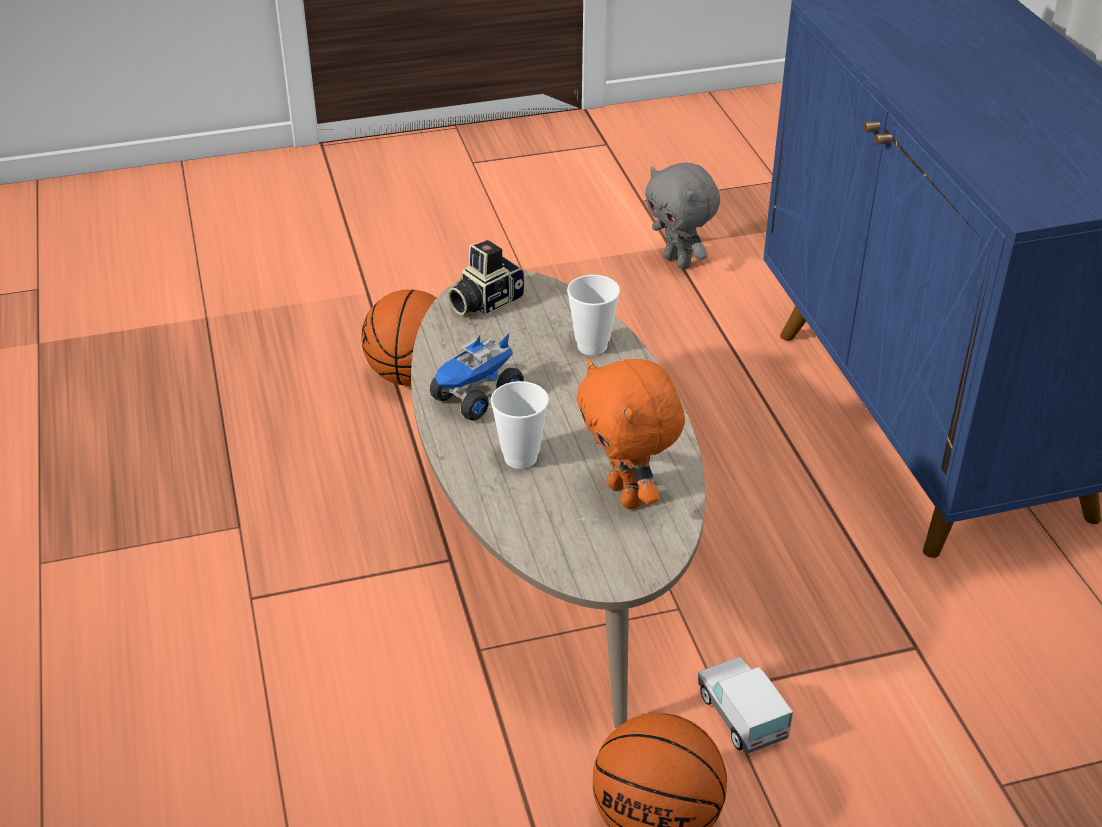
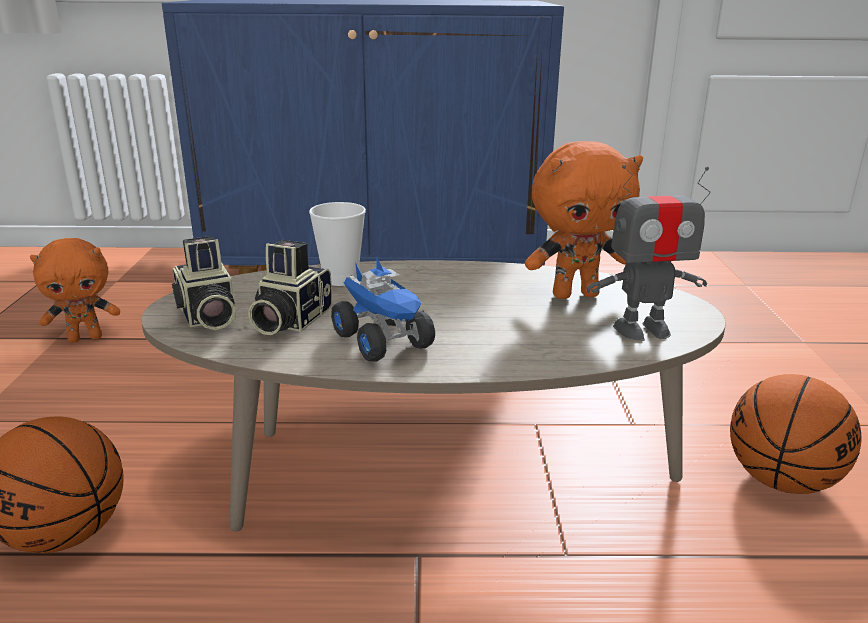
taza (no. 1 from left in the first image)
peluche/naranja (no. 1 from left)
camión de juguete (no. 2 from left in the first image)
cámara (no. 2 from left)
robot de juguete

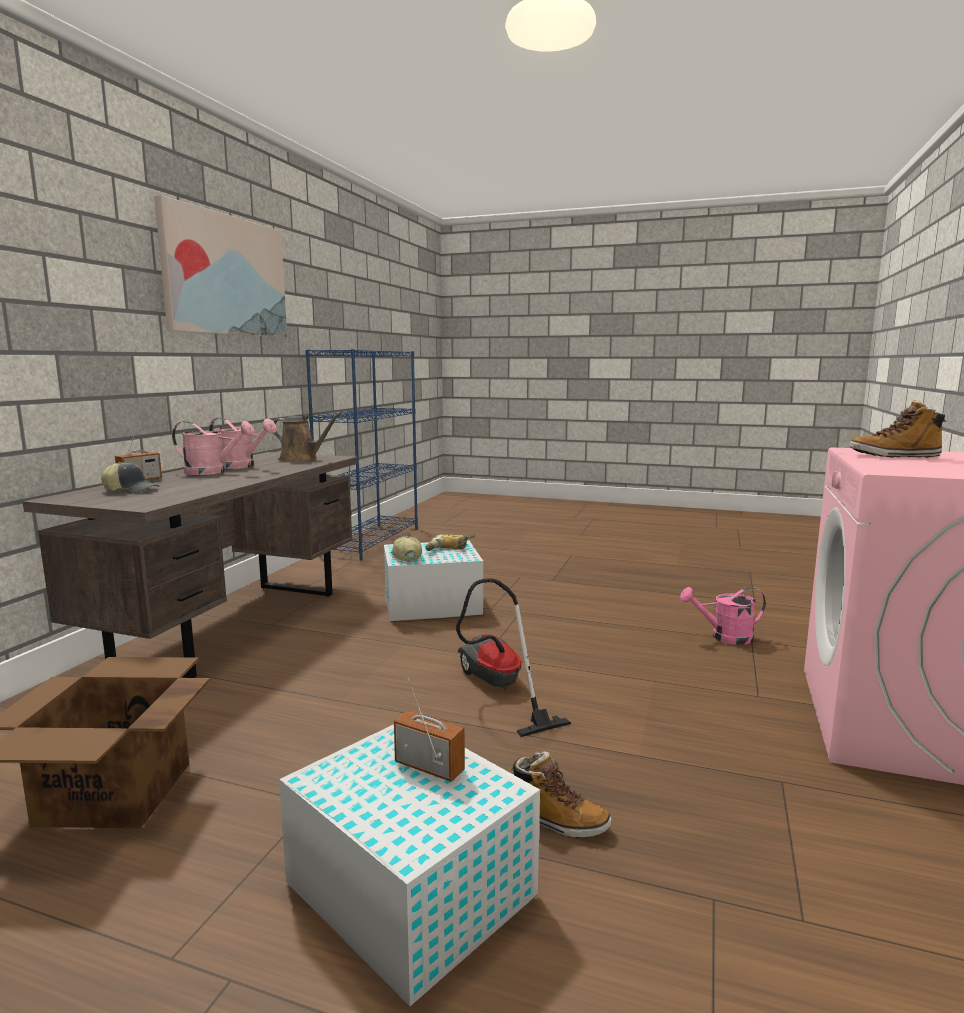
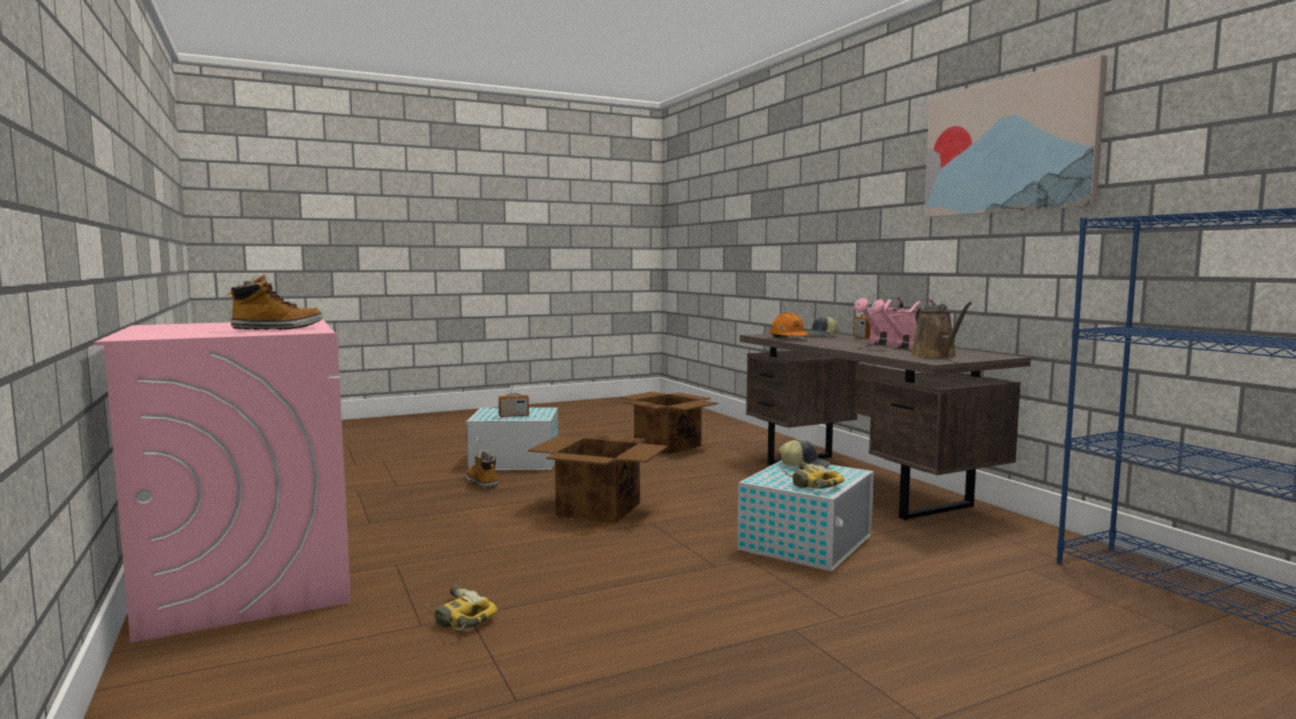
regadera/marrón
caja de cartón (no. 1 from left)
bota (no. 2 from left)
taladro (no. 1 from left)
casco/naranja

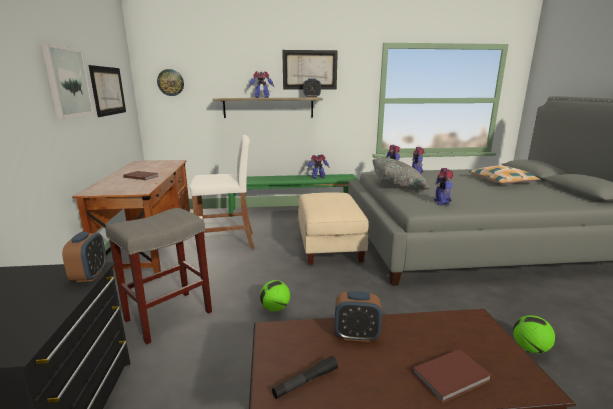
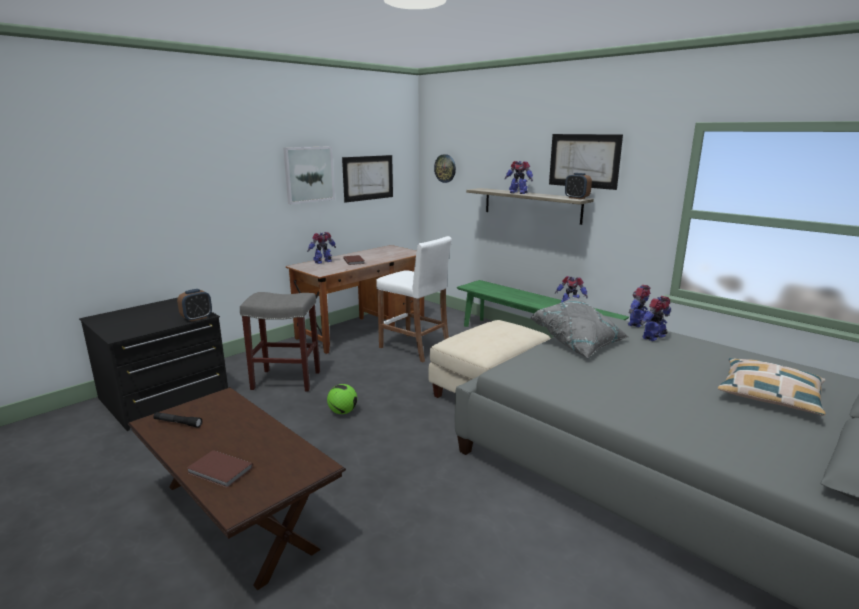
despertador (no. 3 from left in the first image)
robot de juguete (no. 1 from left)
balón de fútbol (no. 2 from left in the first image)

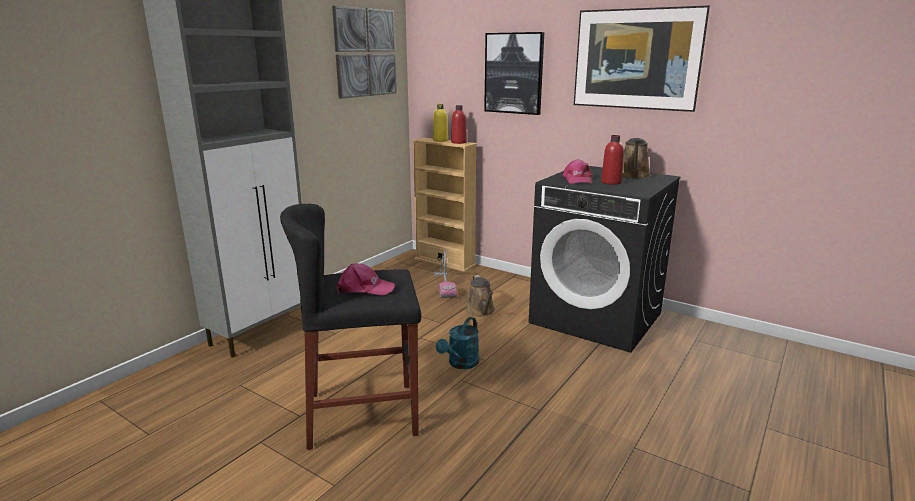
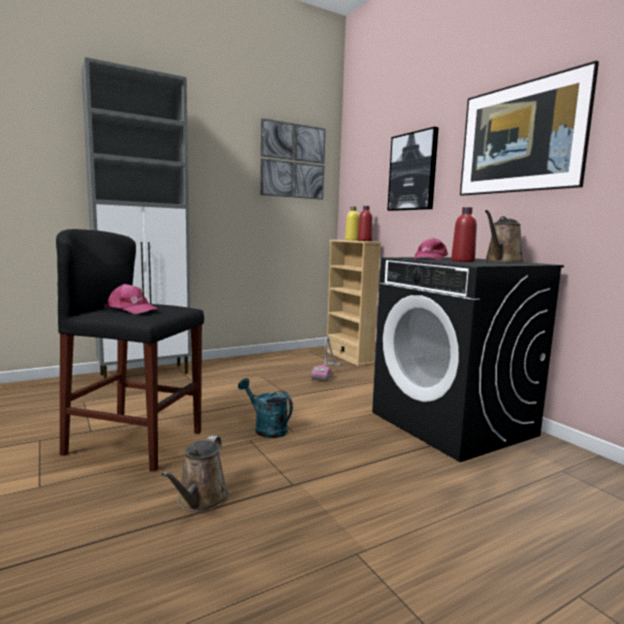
regadera/turquesa
regadera/marrón (no. 1 from left)

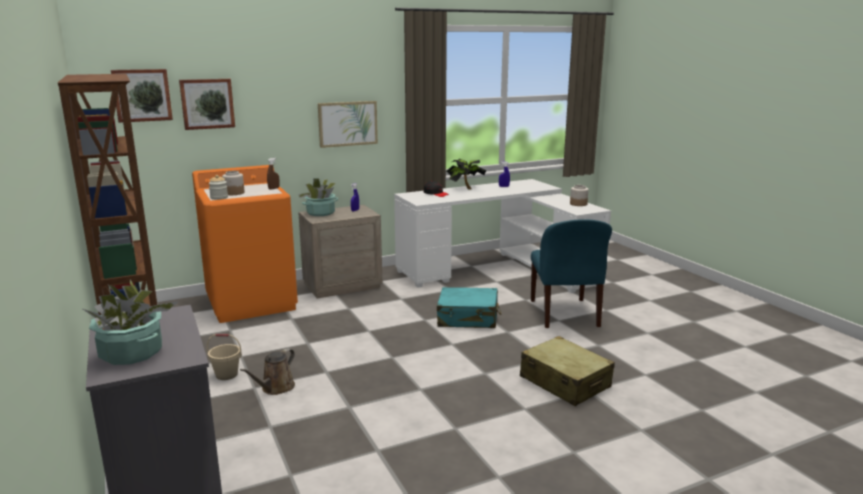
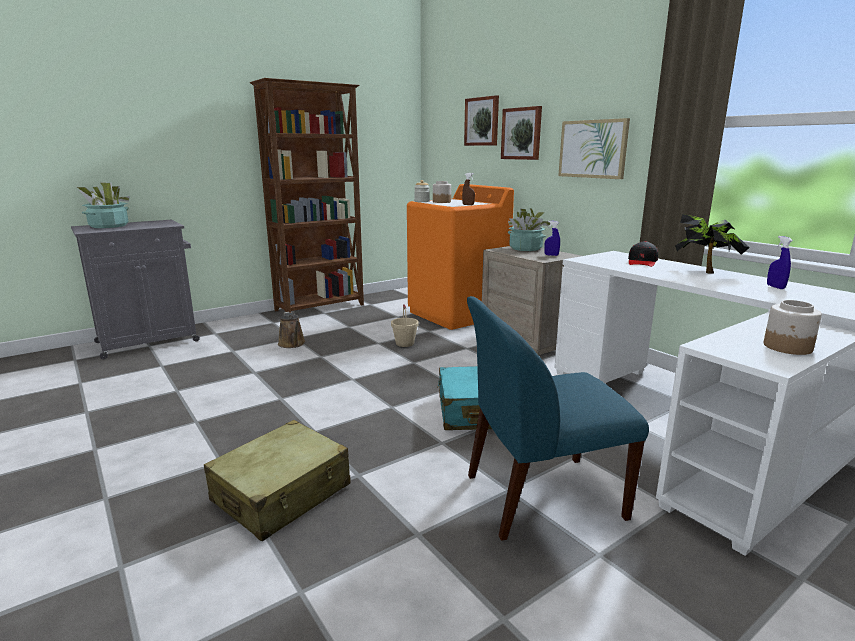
cuadro (no. 2 from left)
cubo/beis
regadera/marrón

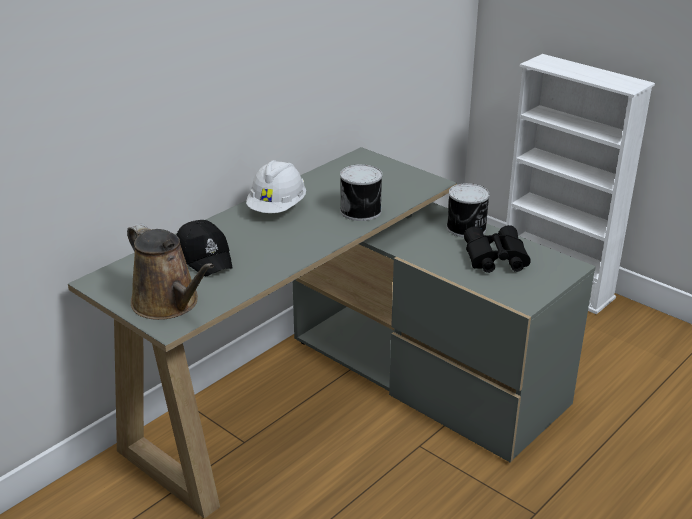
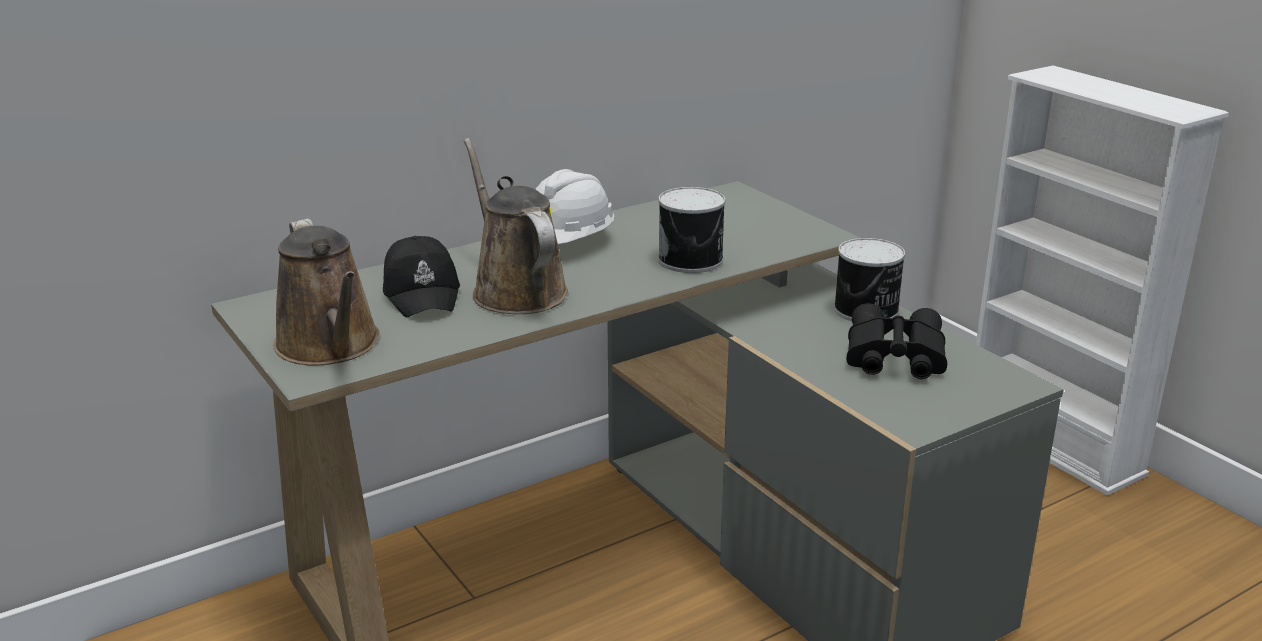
regadera/marrón (no. 2 from left)

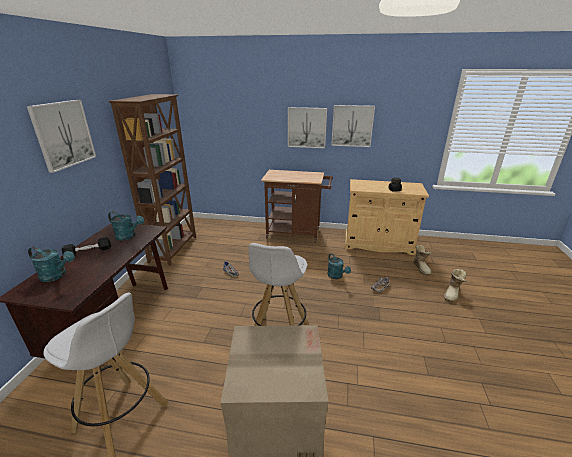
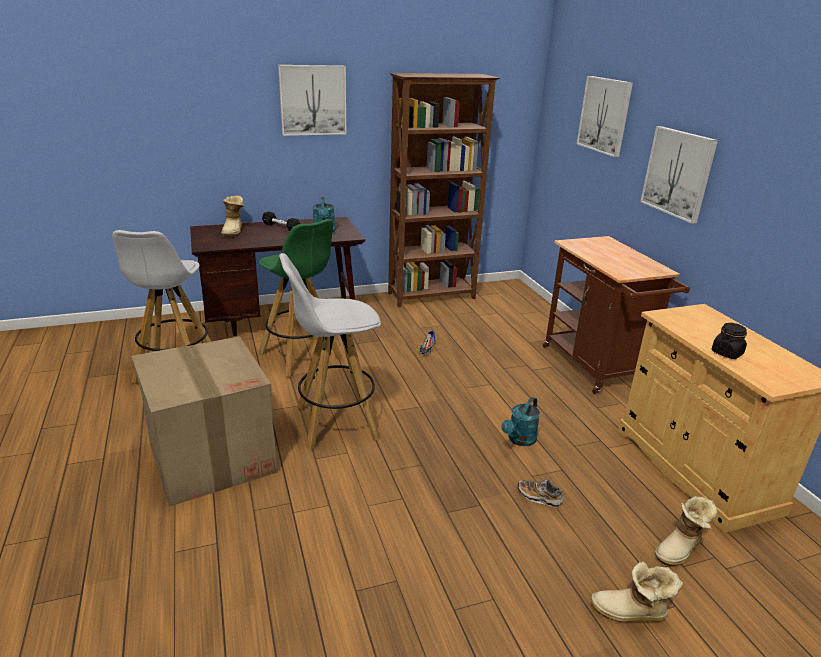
bota (no. 1 from left)
cuadro (no. 2 from left)
taburete/verde

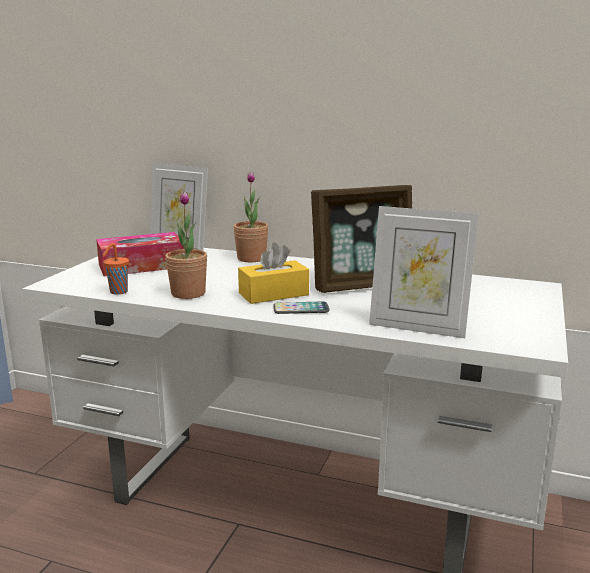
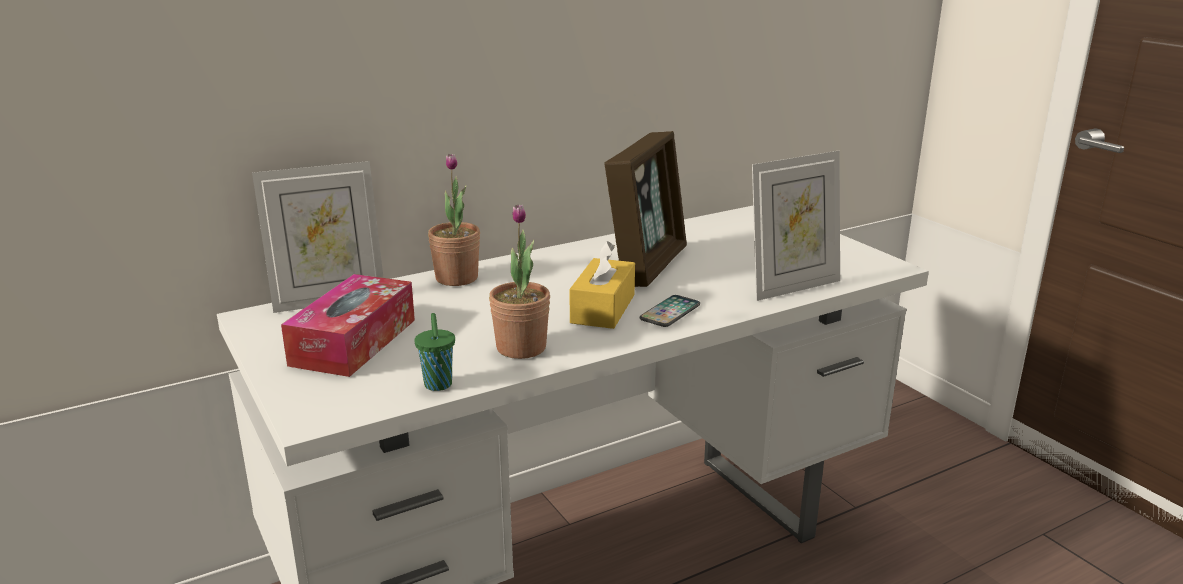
taza/verde

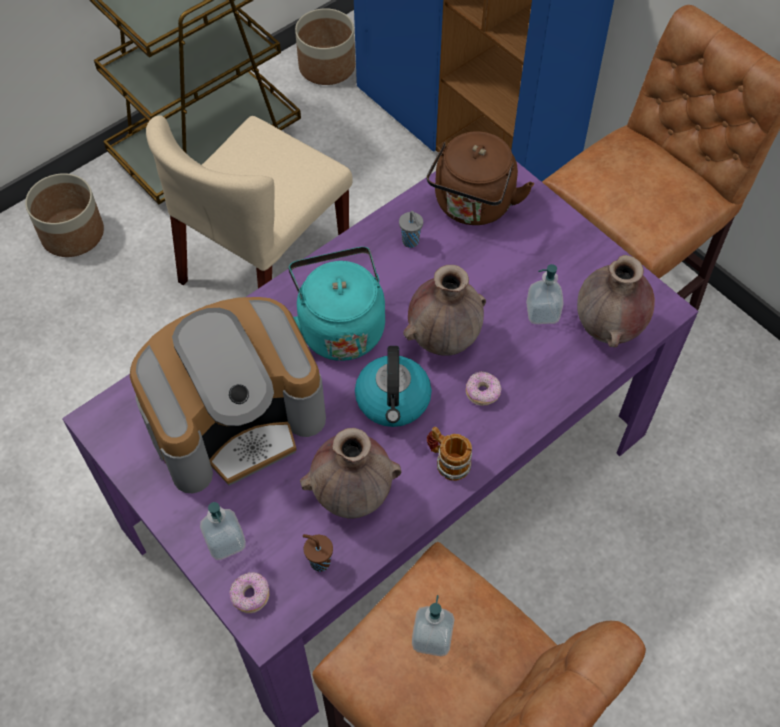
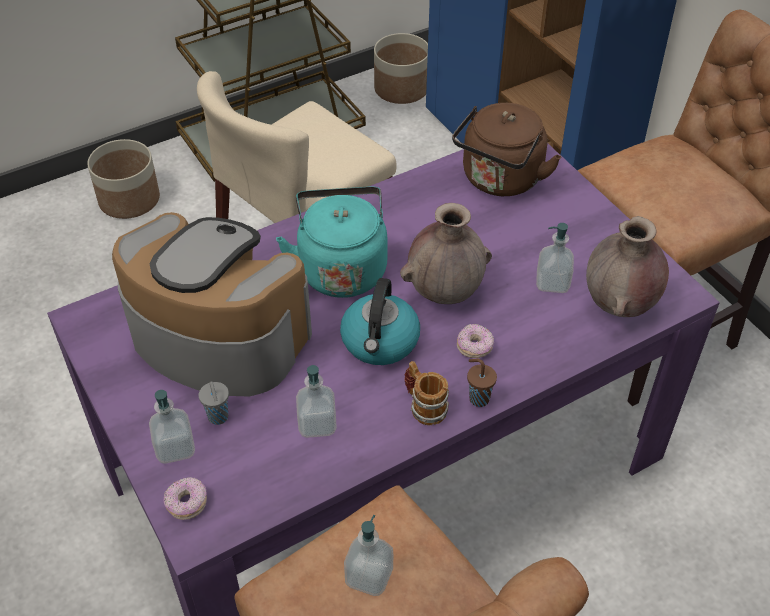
cafetera
dispensador de jabón (no. 2 from left)
taza/marrón
taza/gris

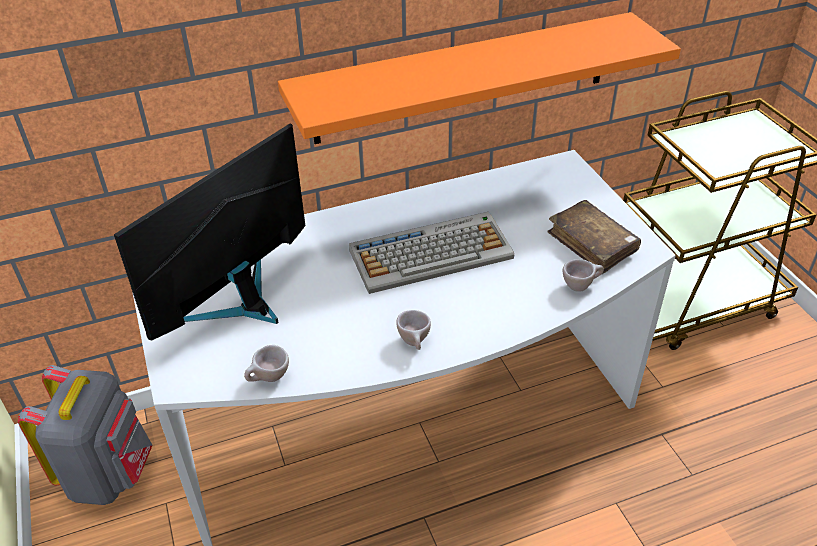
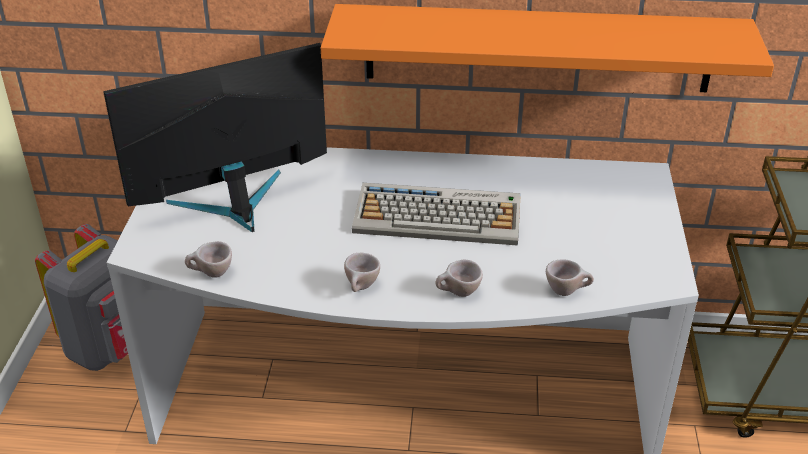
libro/marrón
taza/beis (no. 3 from left)

